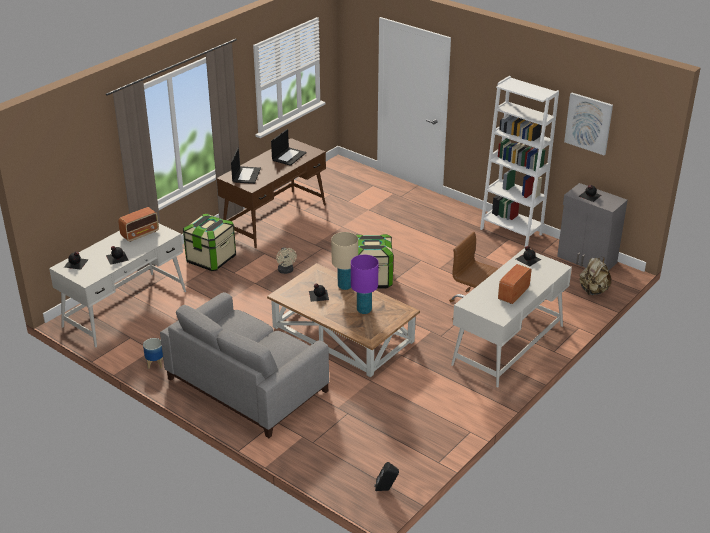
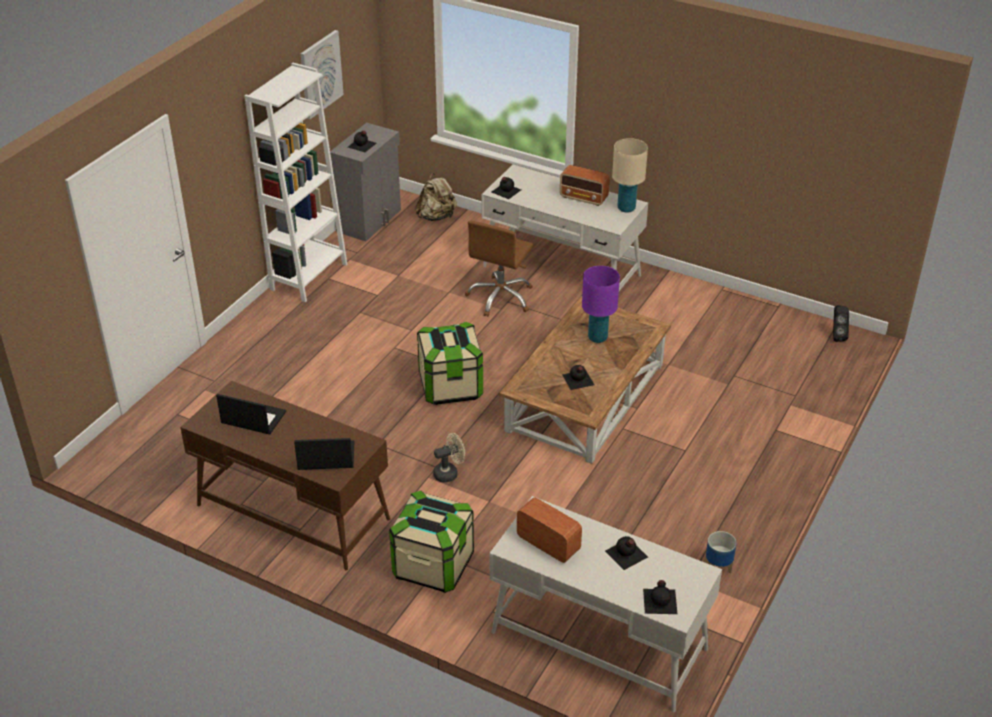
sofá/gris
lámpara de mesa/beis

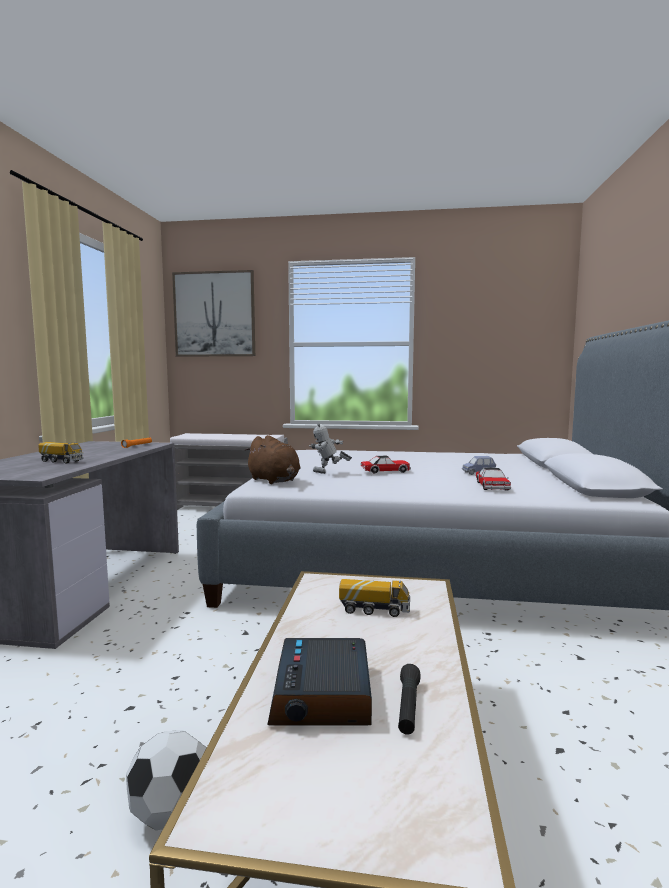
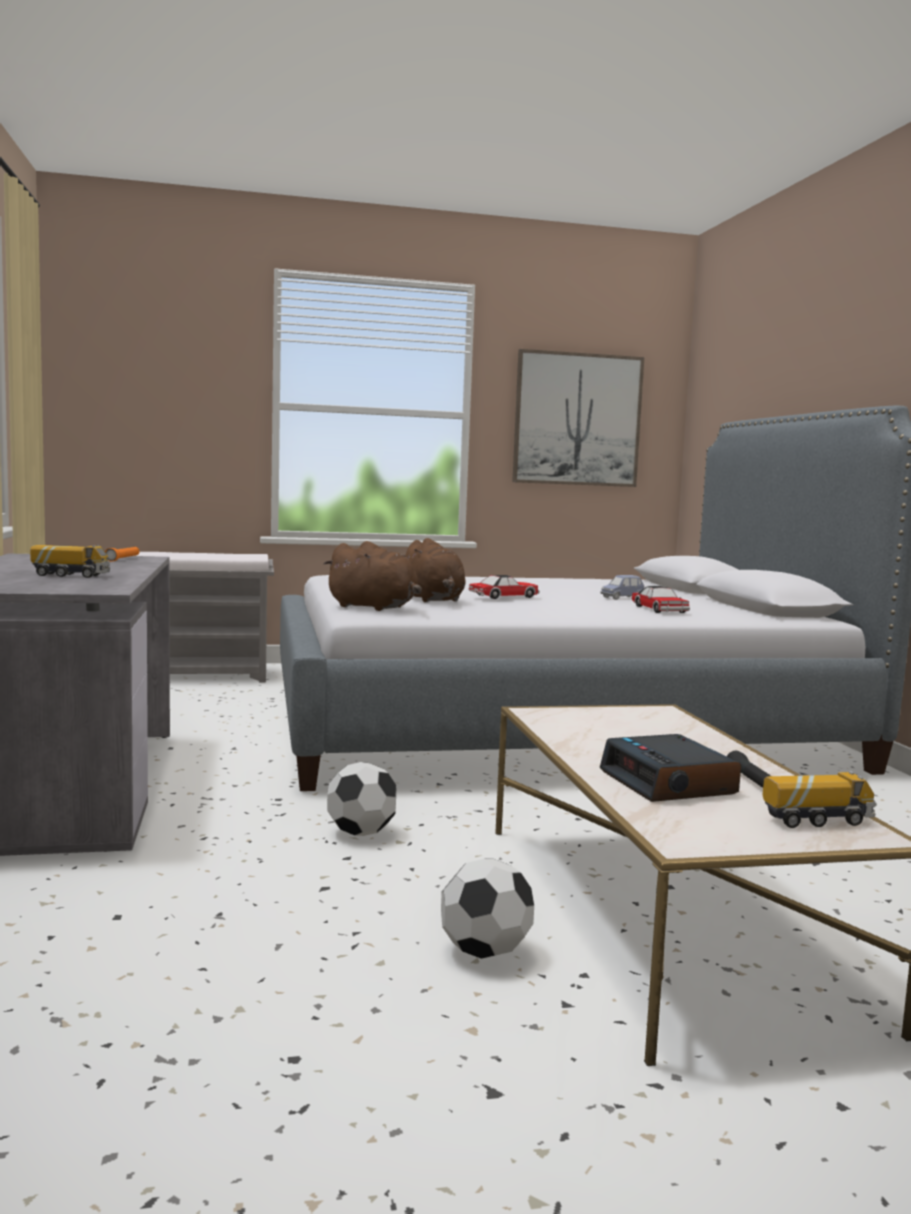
cuadro
peluche/marrón (no. 2 from left)
camión de juguete (no. 2 from left)
balón de fútbol (no. 1 from left)

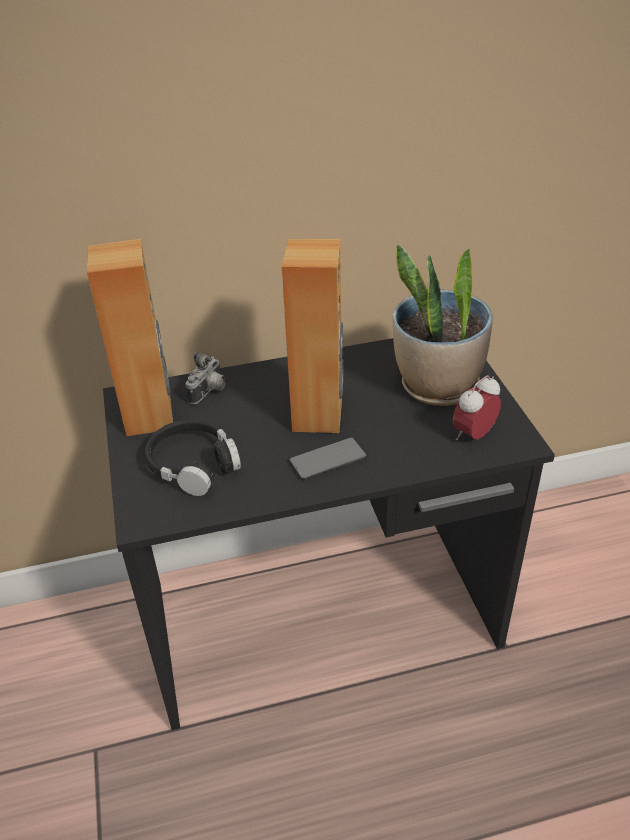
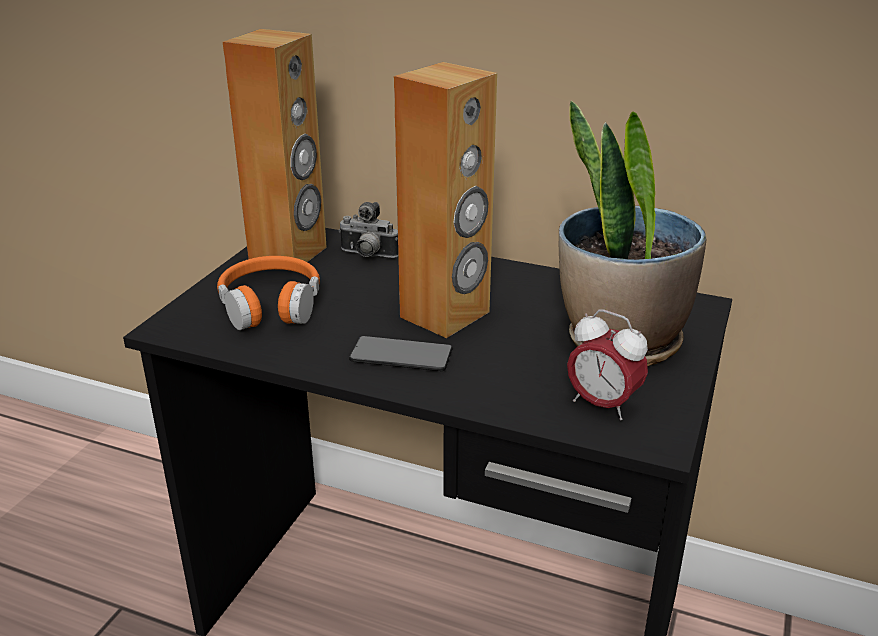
auriculares/naranja
cámara
despertador

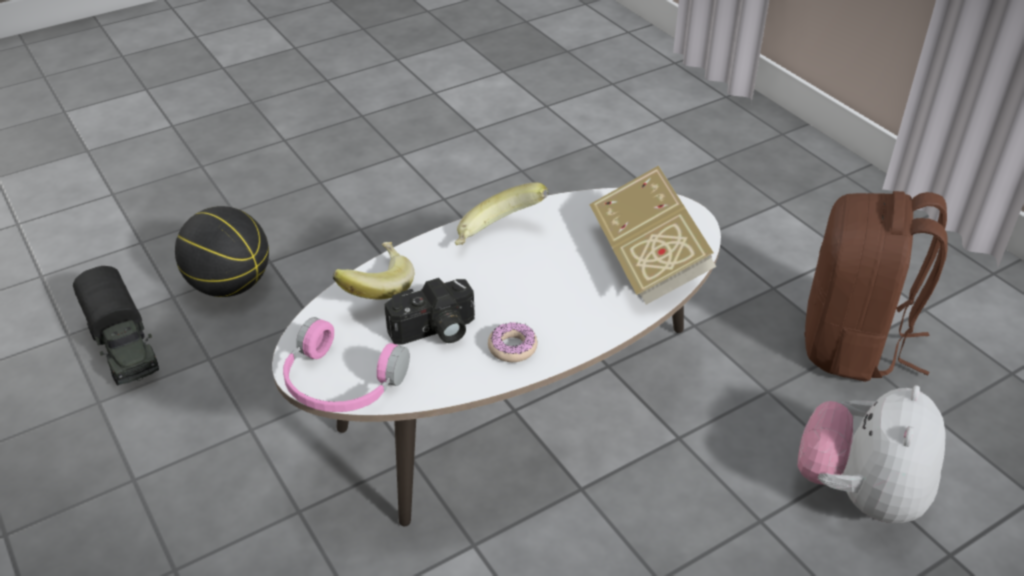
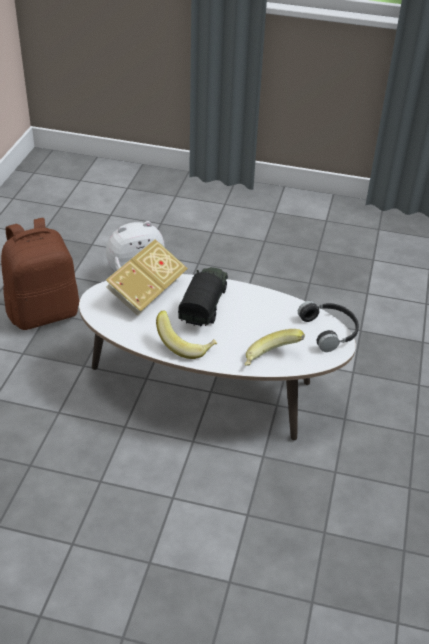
camión de juguete
balón de baloncesto
auriculares/negro
cámara
rosquilla

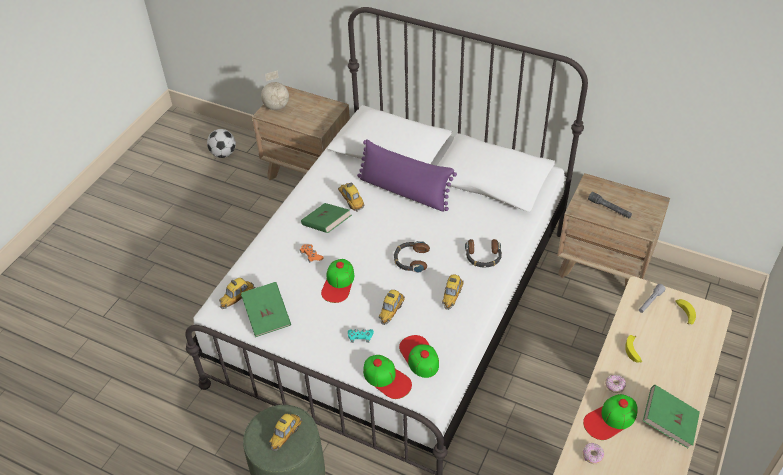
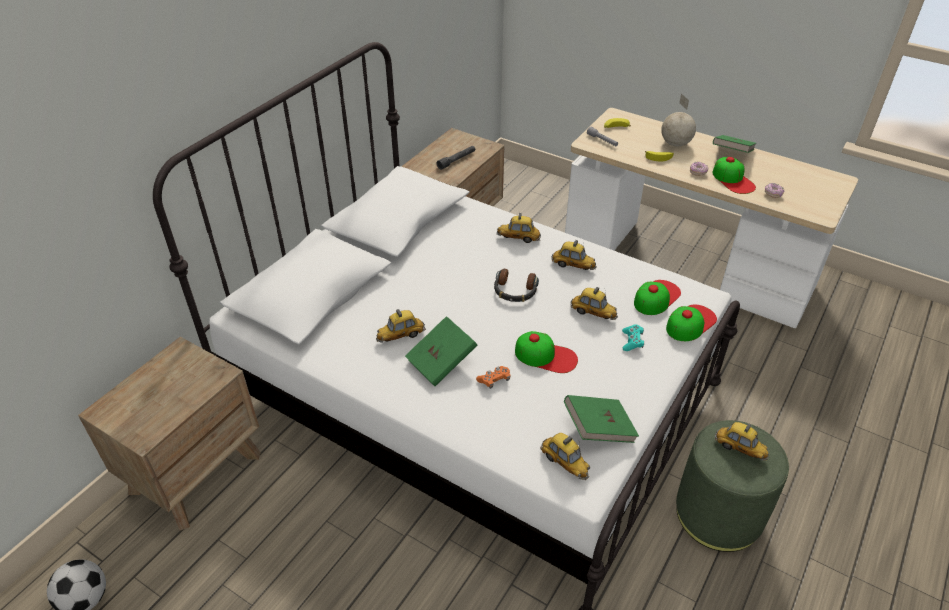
globo terráqueo
cojín/morado
gorra (no. 2 from left)
coche de juguete (no. 2 from left)

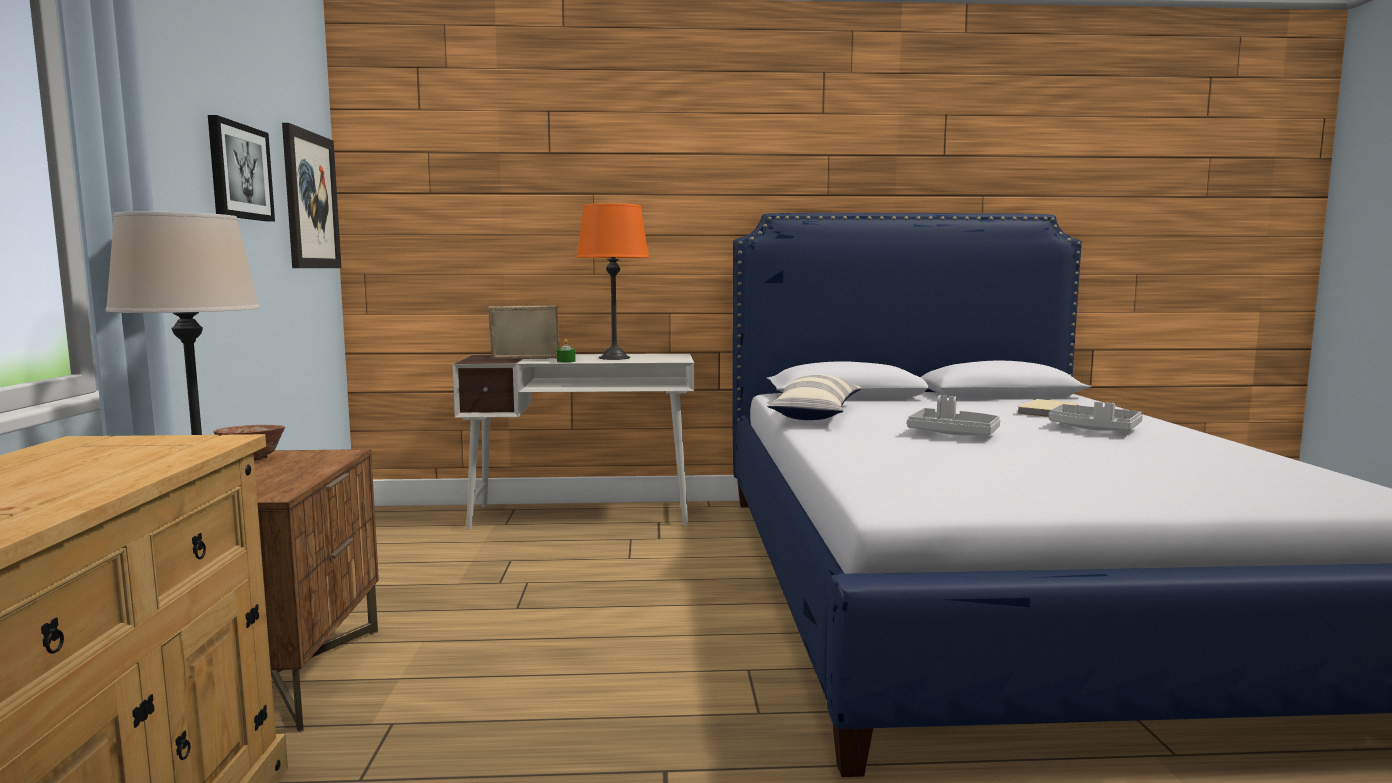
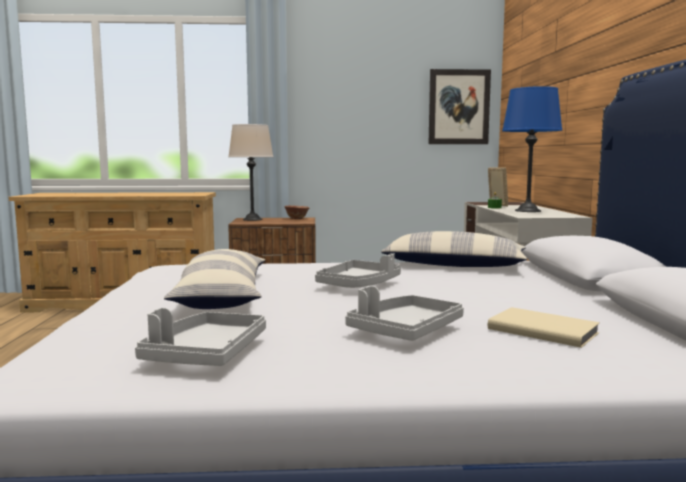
cuadro (no. 1 from left in the first image)
lámpara de mesa/azul
bandeja/gris (no. 1 from left)
cojín (no. 1 from left)

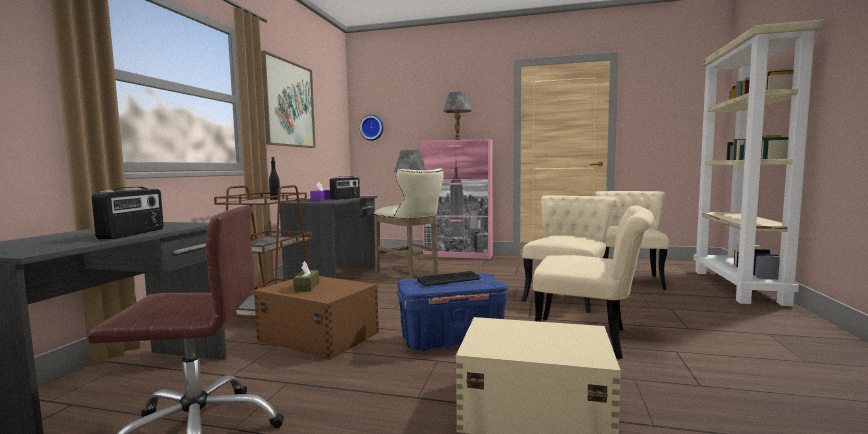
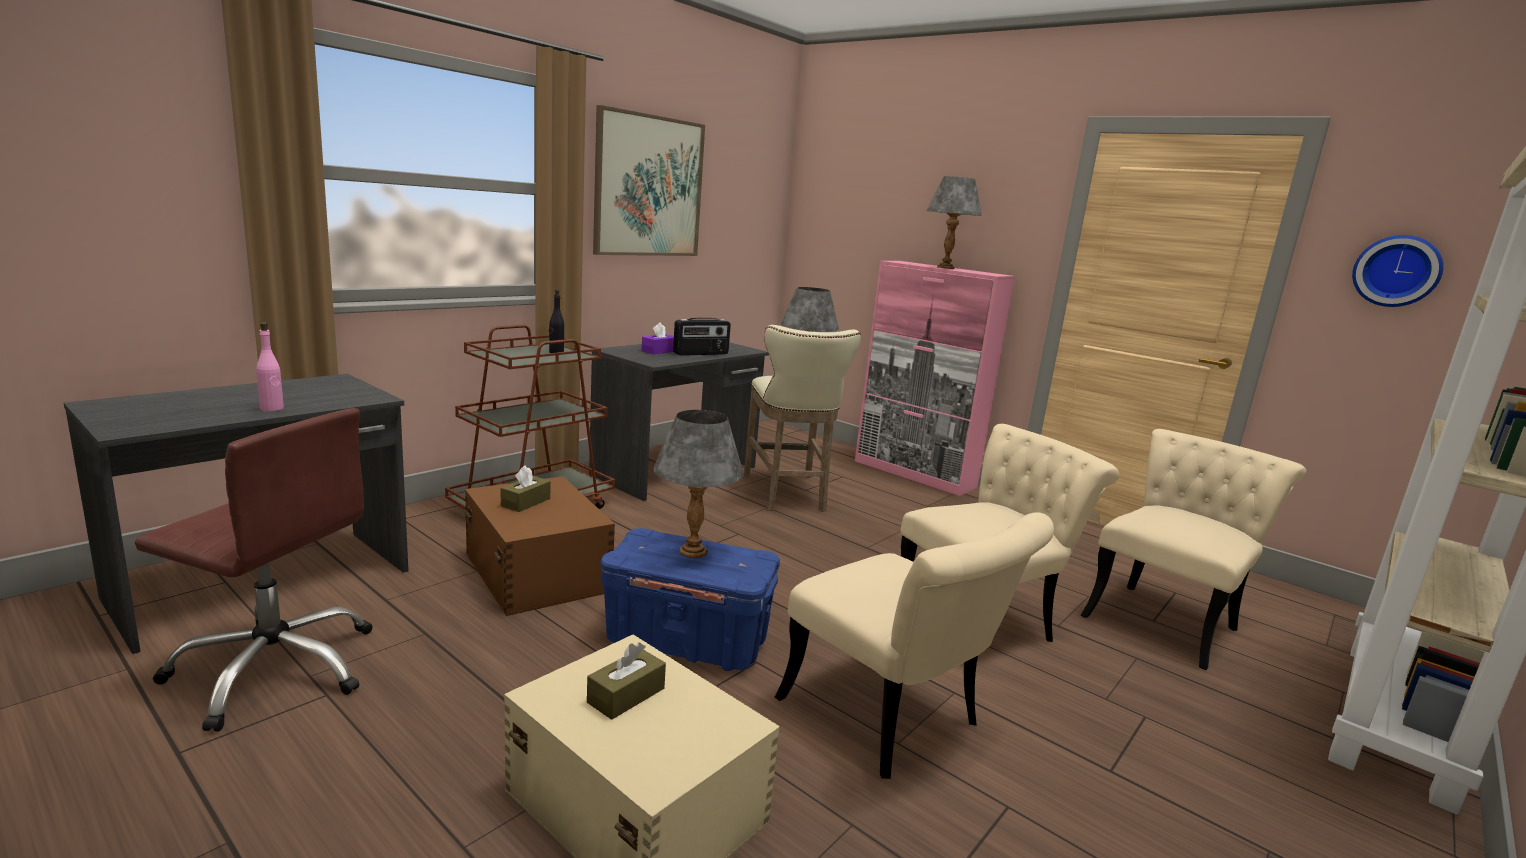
botella/rosa
reloj de pared
lámpara de mesa/gris (no. 1 from left)
caja de pañuelos/marrón (no. 2 from left)

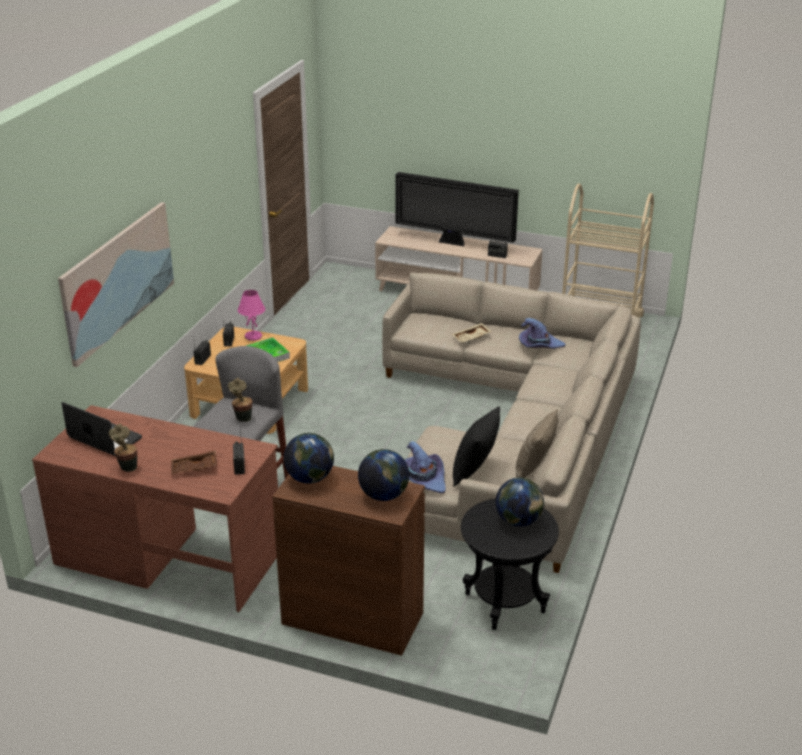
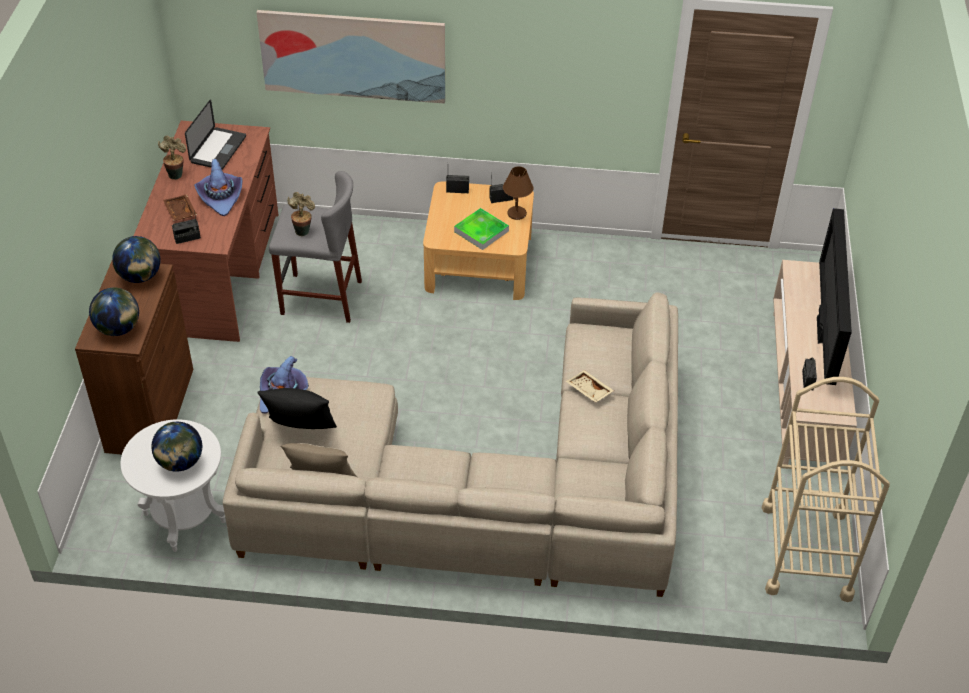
lámpara de mesa/marrón
mesa auxiliar/blanco
sombrero/morado (no. 1 from left)

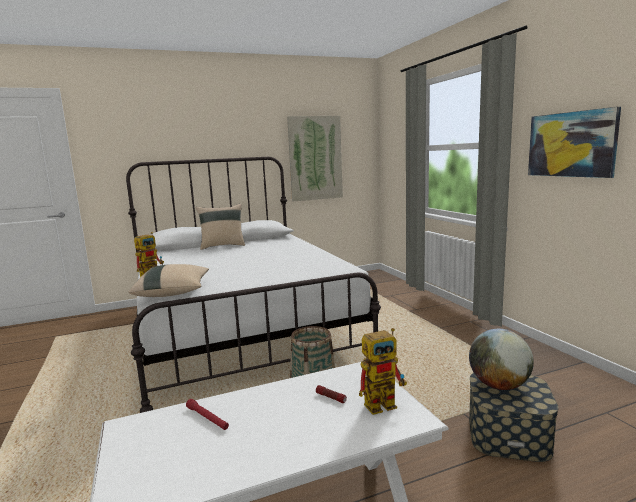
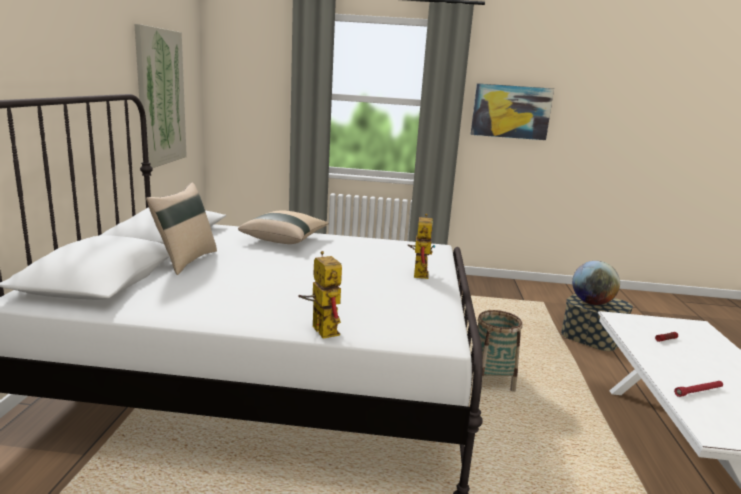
cojín/beis (no. 2 from left)
robot de juguete (no. 2 from left)

